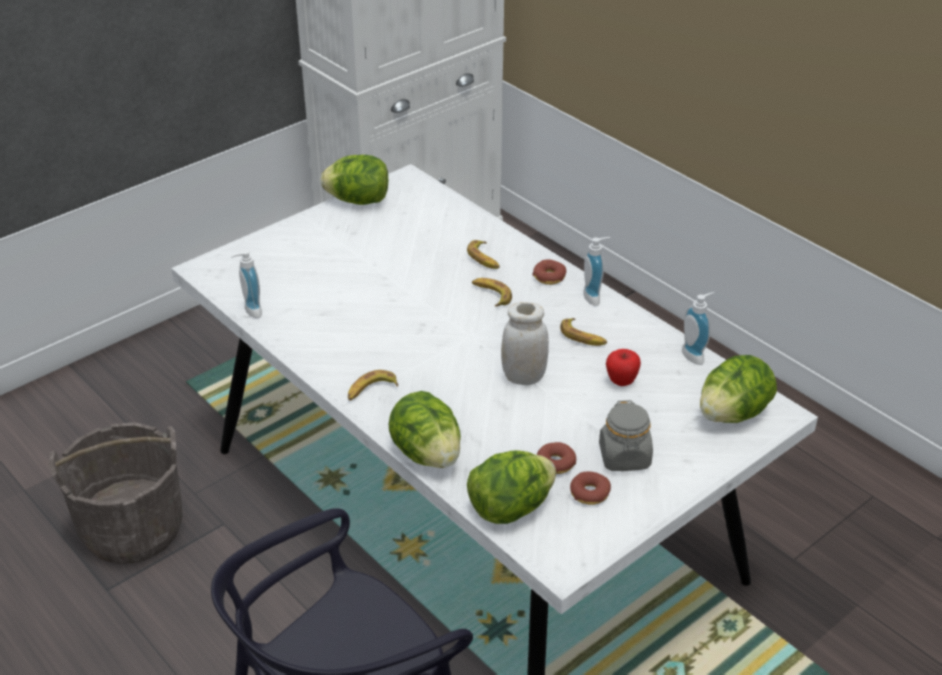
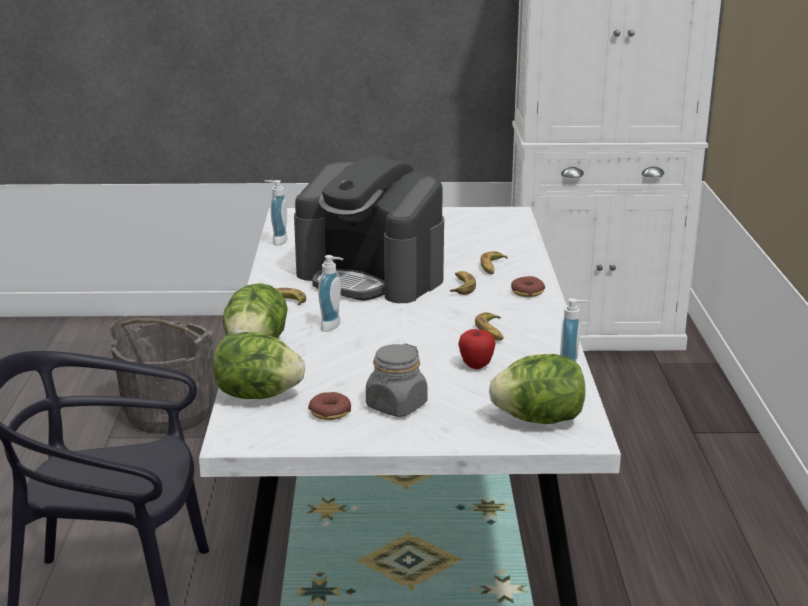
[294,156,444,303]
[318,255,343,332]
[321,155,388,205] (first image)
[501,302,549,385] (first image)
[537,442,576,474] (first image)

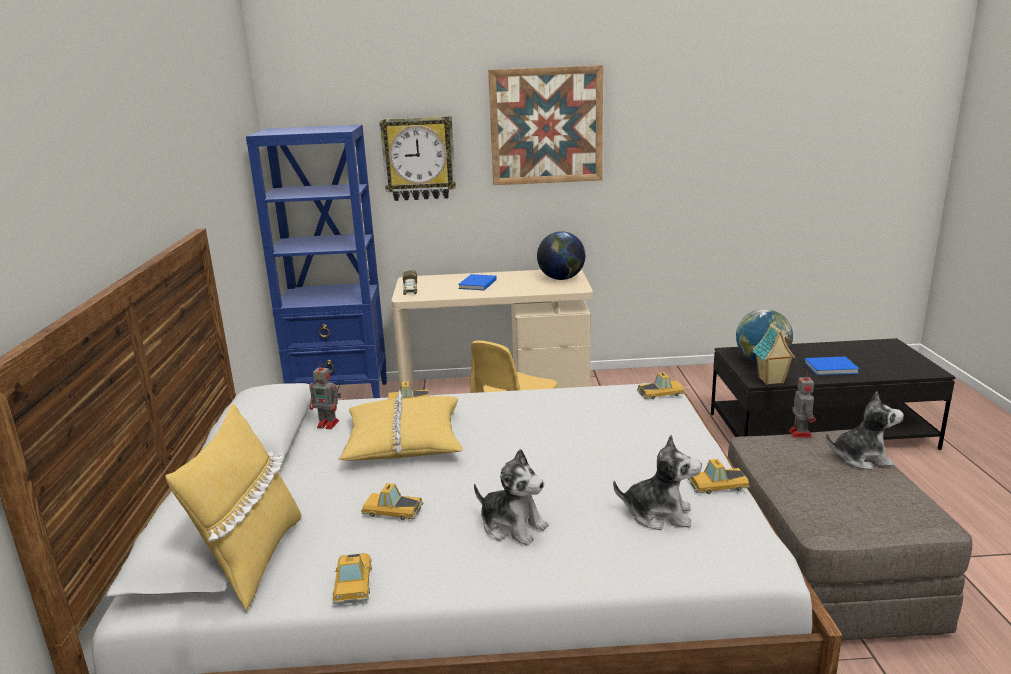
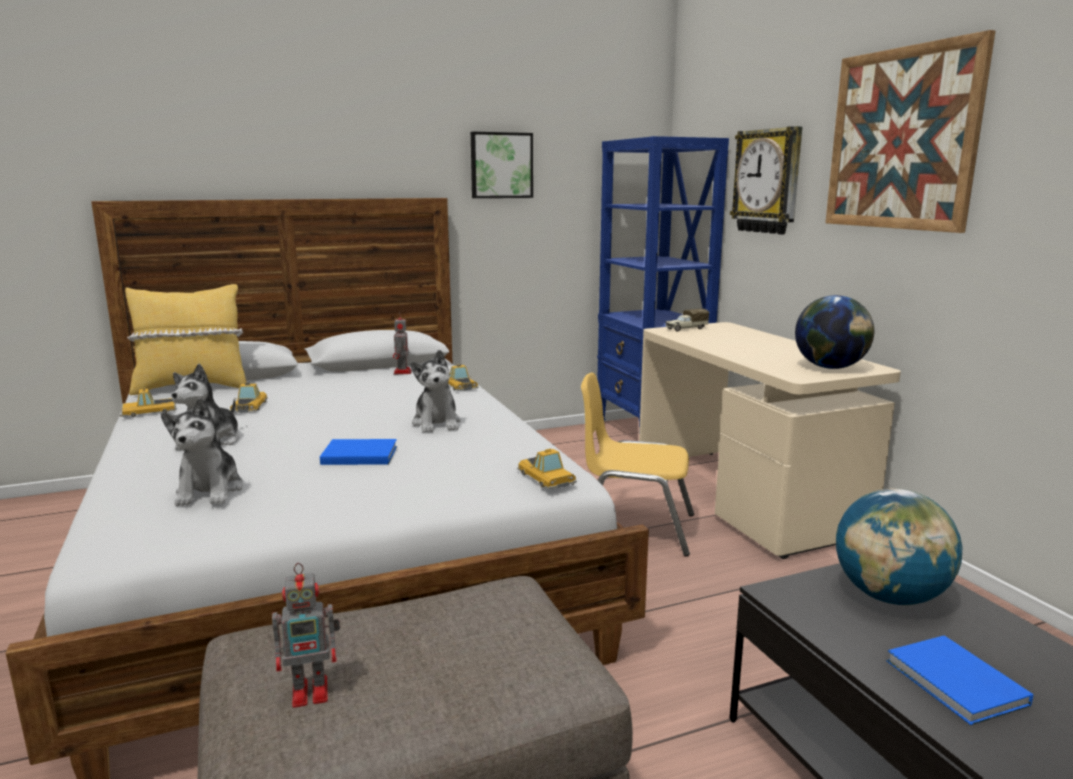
[272,563,340,708]
[320,439,397,465]
[410,350,461,433]
[471,132,533,198]
[339,390,462,461] (first image)
[688,459,750,494] (first image)
[752,324,795,385] (first image)

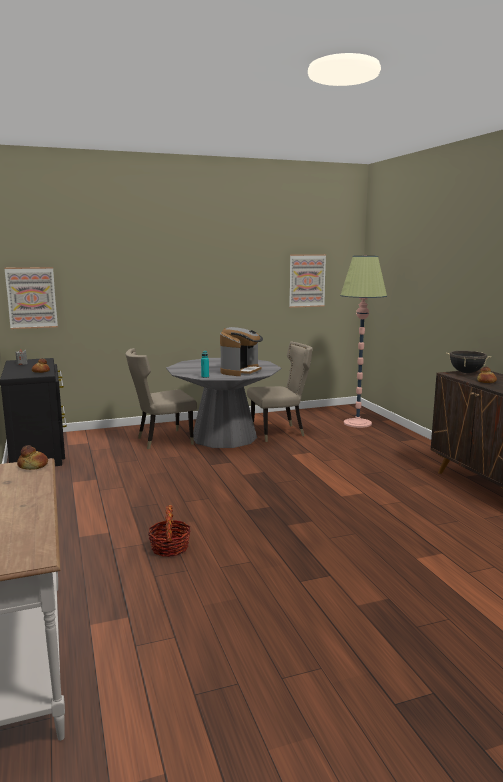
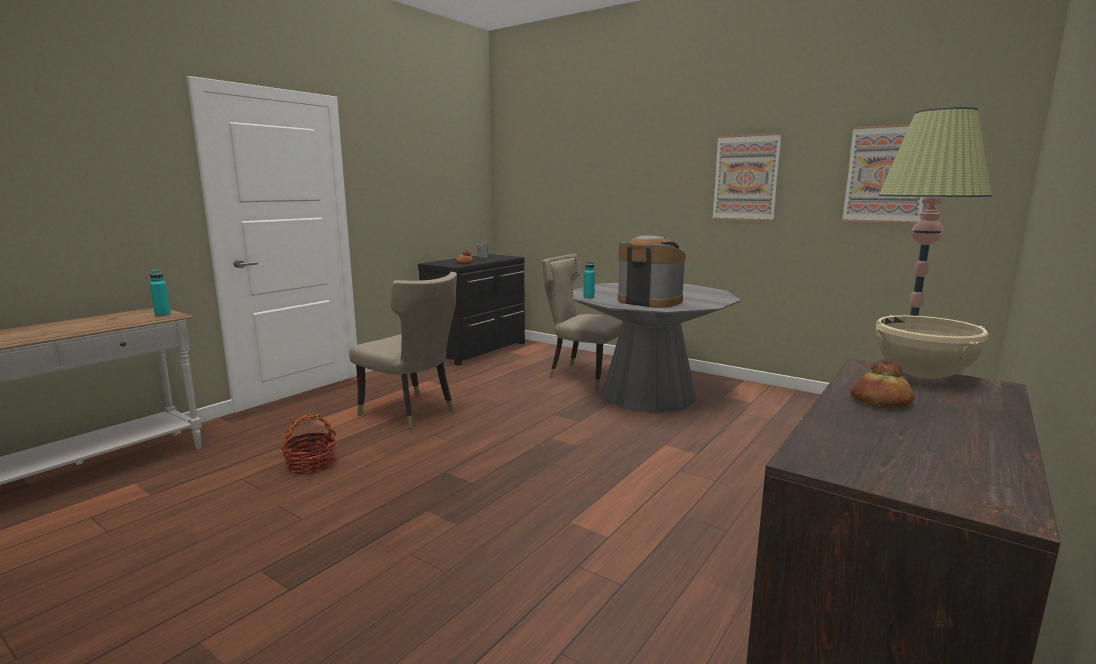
[150,270,171,317]
[349,272,457,429]
[618,236,686,308]
[712,133,782,221]
[874,315,989,379]

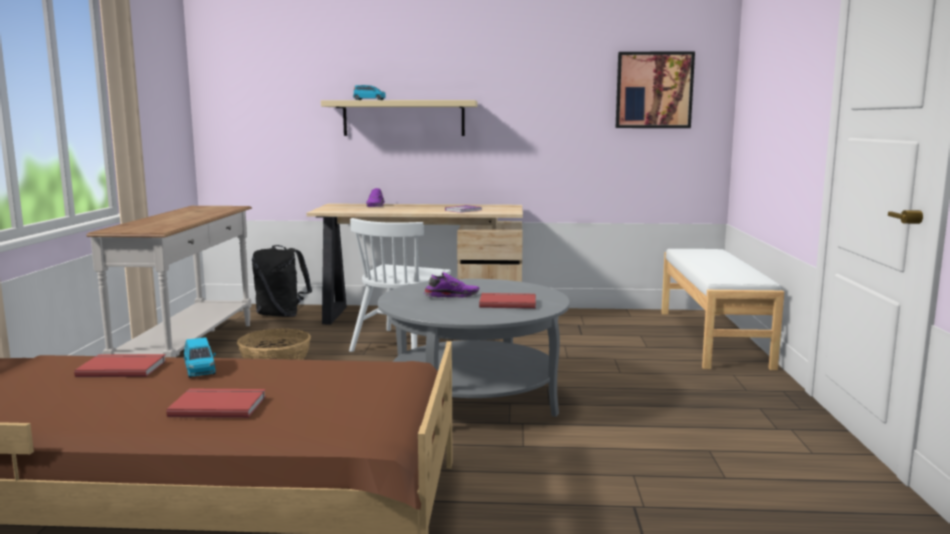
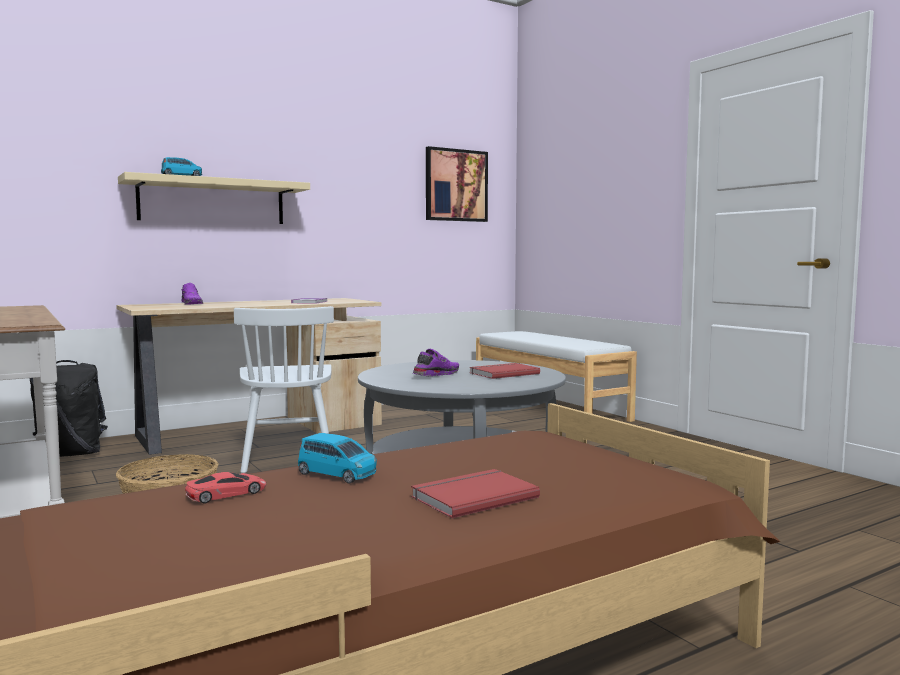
[185,472,266,504]

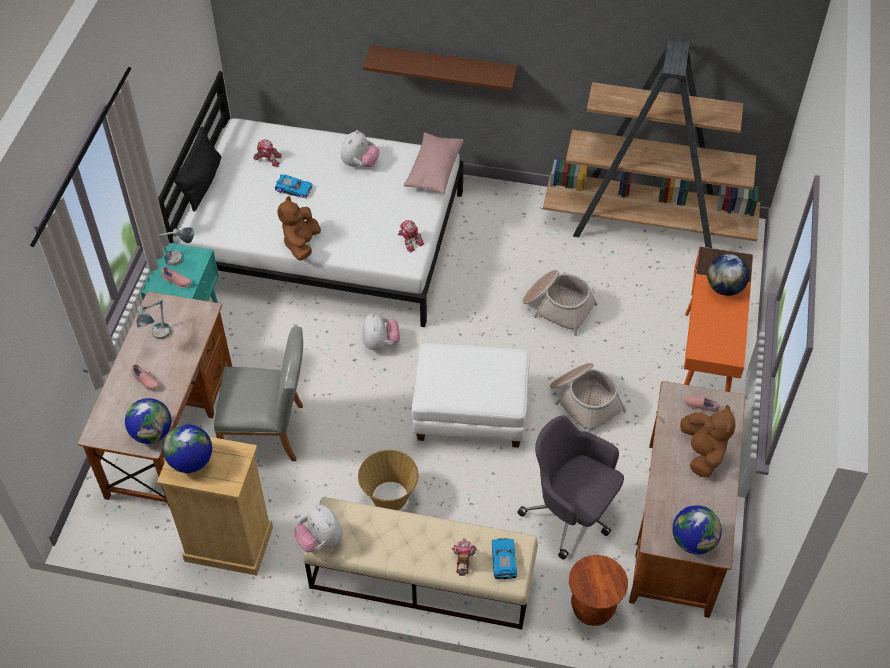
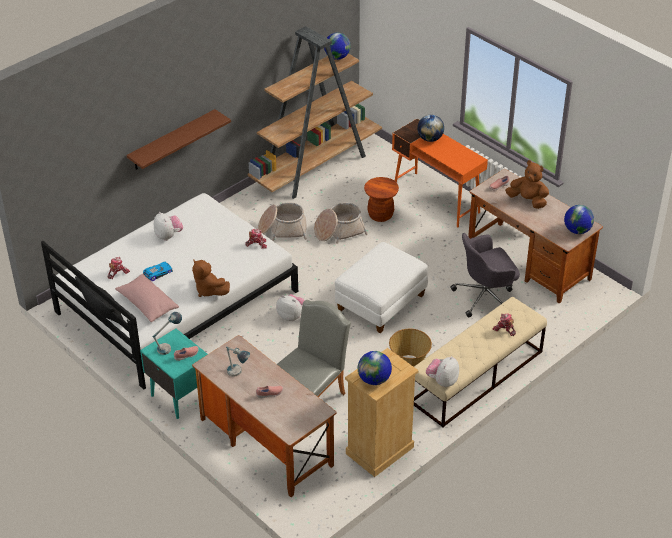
[115,274,179,322]
[258,202,307,241]
[324,33,351,60]
[364,177,399,222]
[426,356,459,387]
[491,538,517,579] (first image)

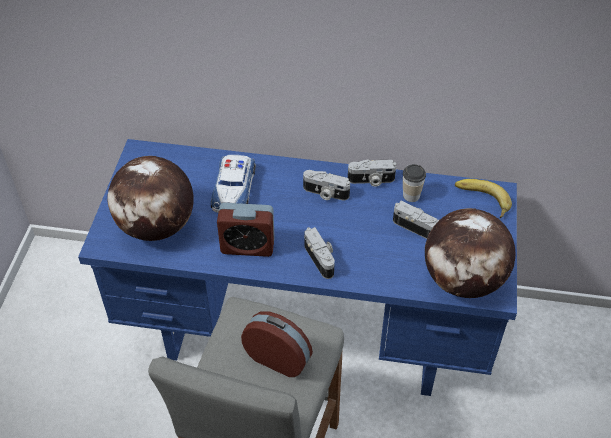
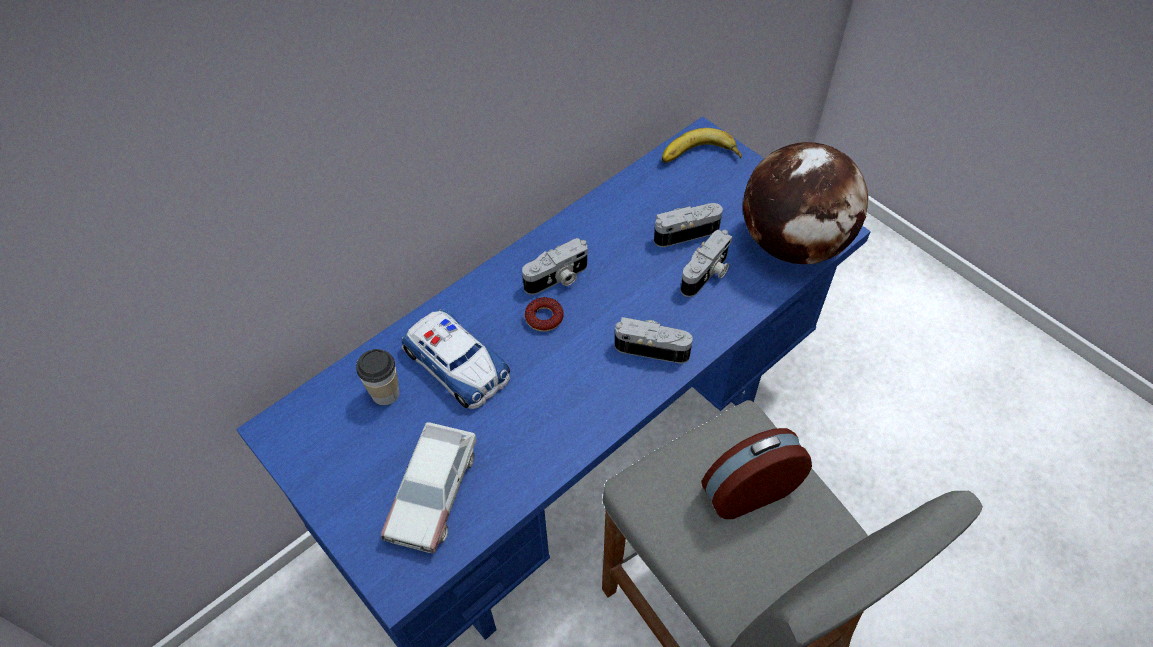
[356,349,400,405]
[381,423,477,553]
[525,297,564,332]
[681,229,732,297]
[217,203,275,257] (first image)

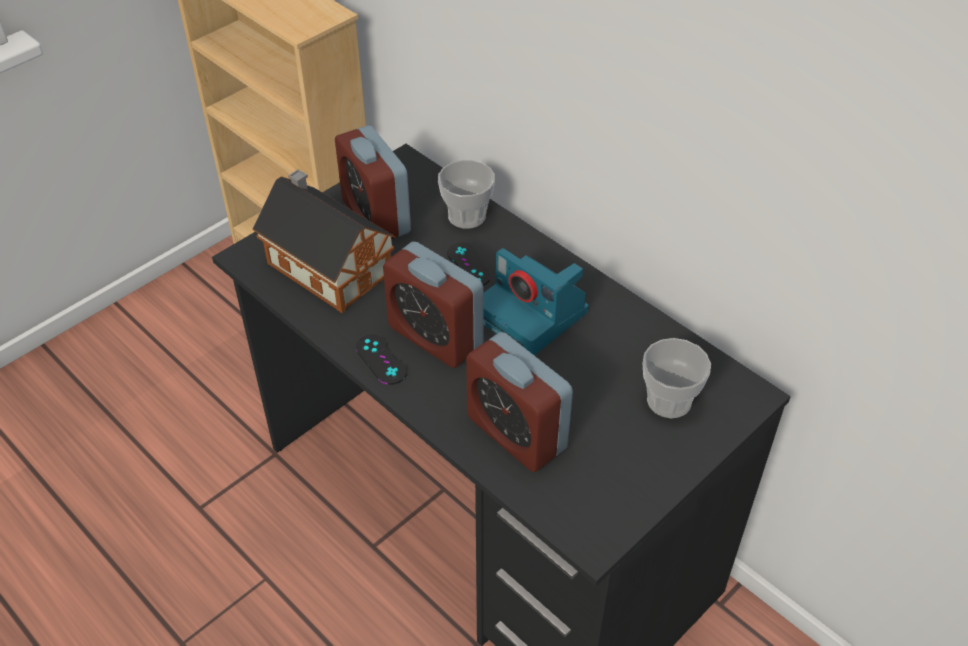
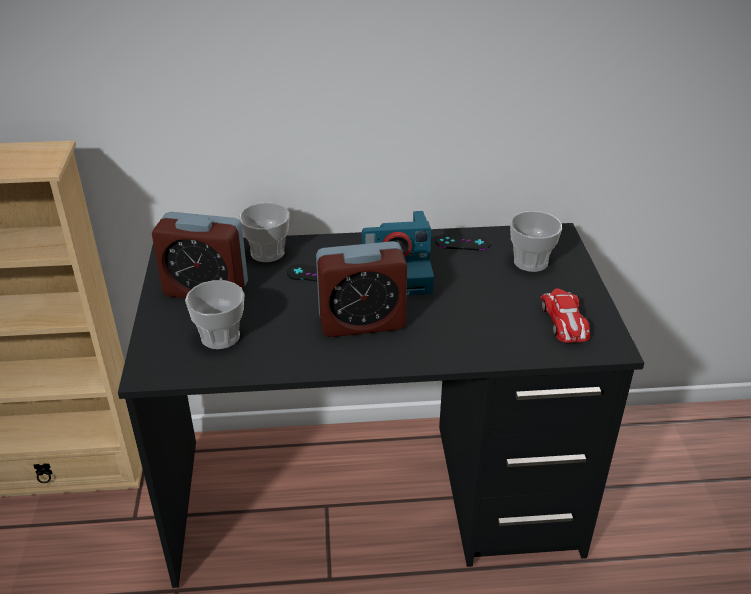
[185,280,244,349]
[435,234,491,250]
[541,288,590,343]
[466,332,573,472] (first image)

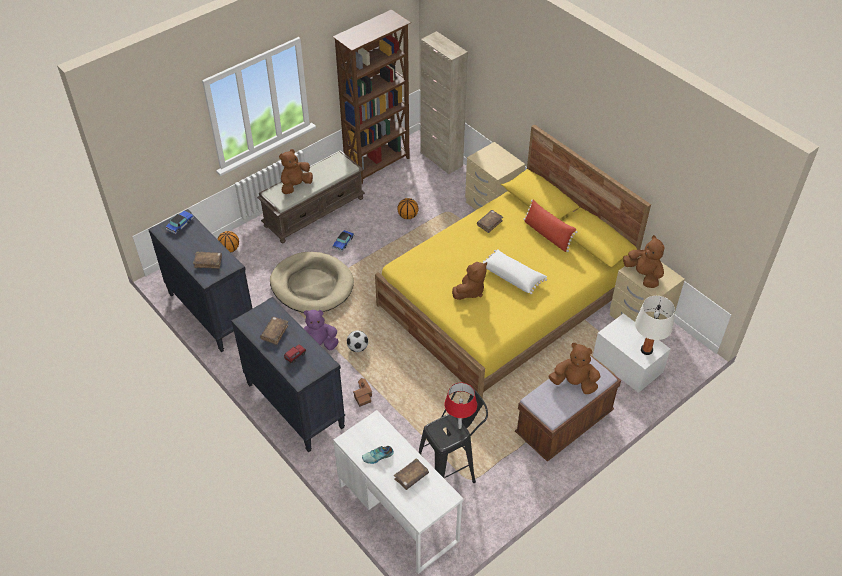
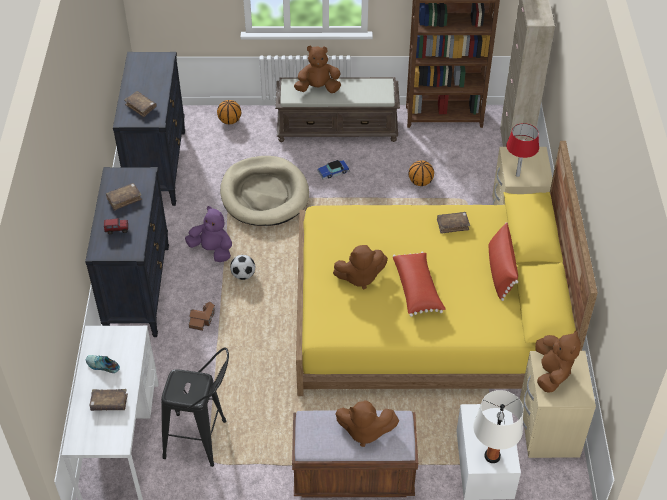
[335,400,399,447]
[393,252,446,317]
[506,123,539,177]
[166,211,194,234] (first image)

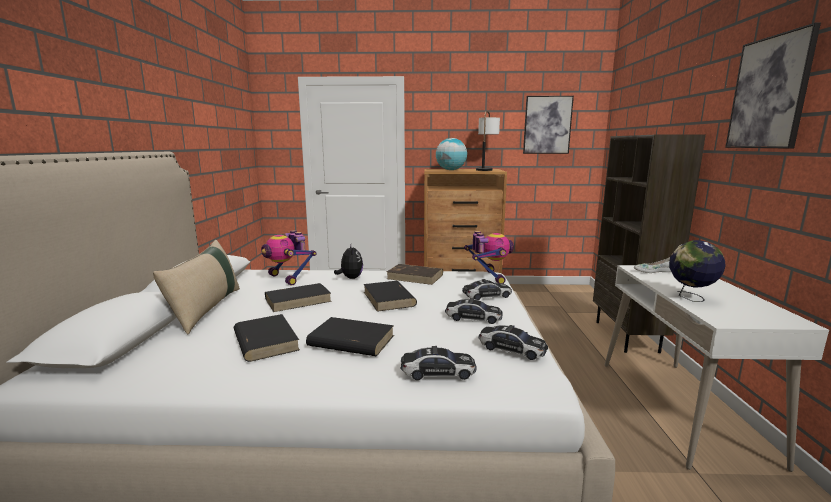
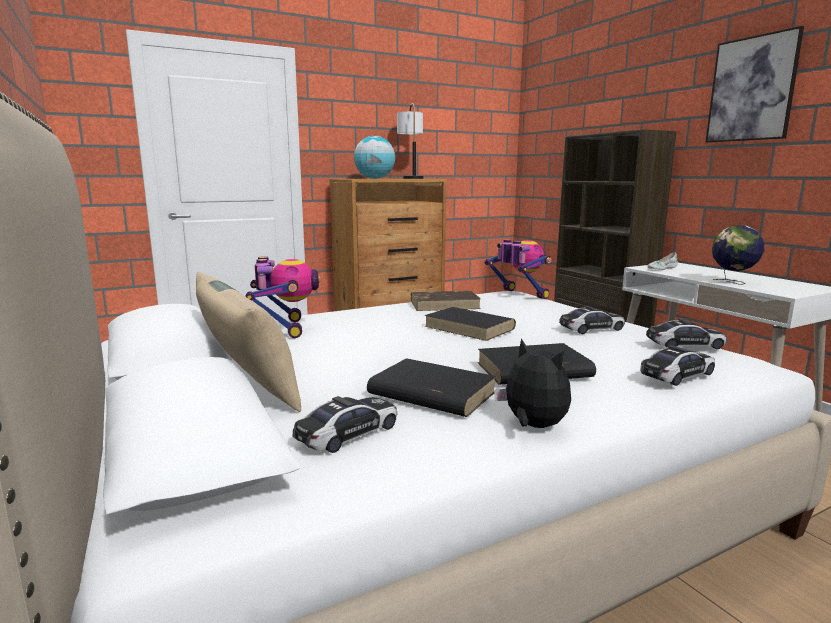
[245,256,321,338]
[293,396,397,453]
[494,338,571,428]
[265,283,332,312] (first image)
[523,96,574,154] (first image)

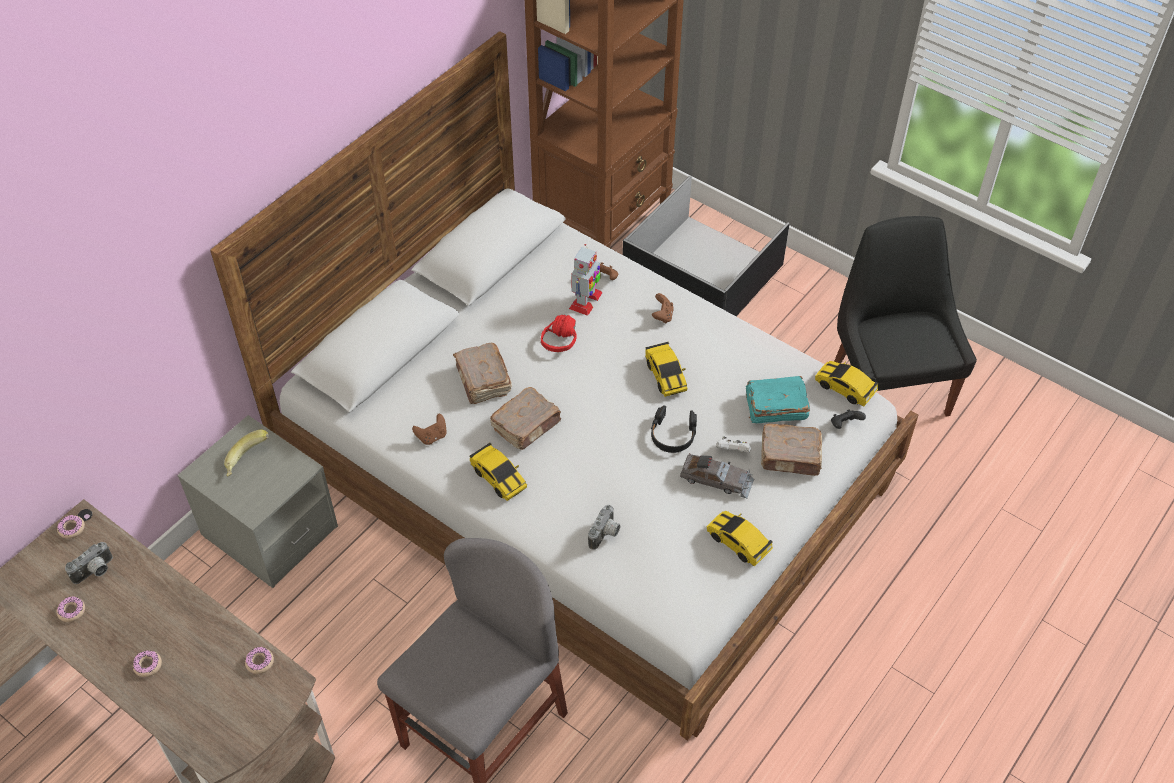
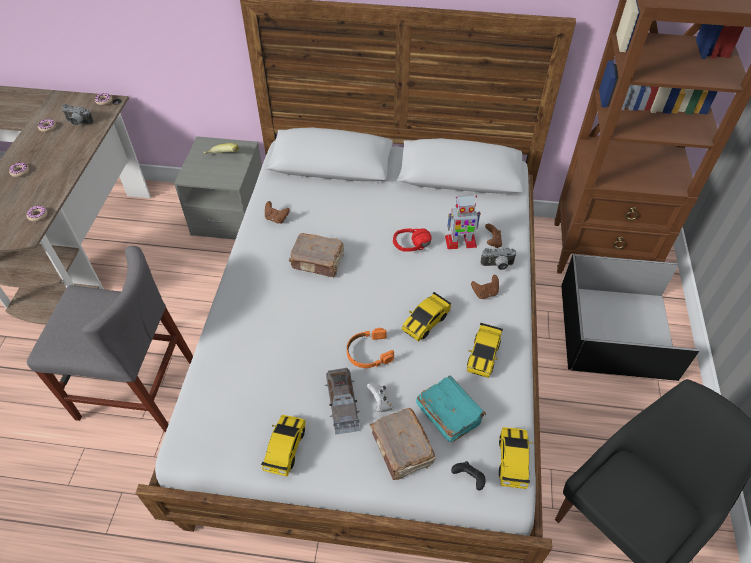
[347,328,394,368]
[467,323,503,378]
[480,248,517,270]
[453,343,512,404] (first image)

